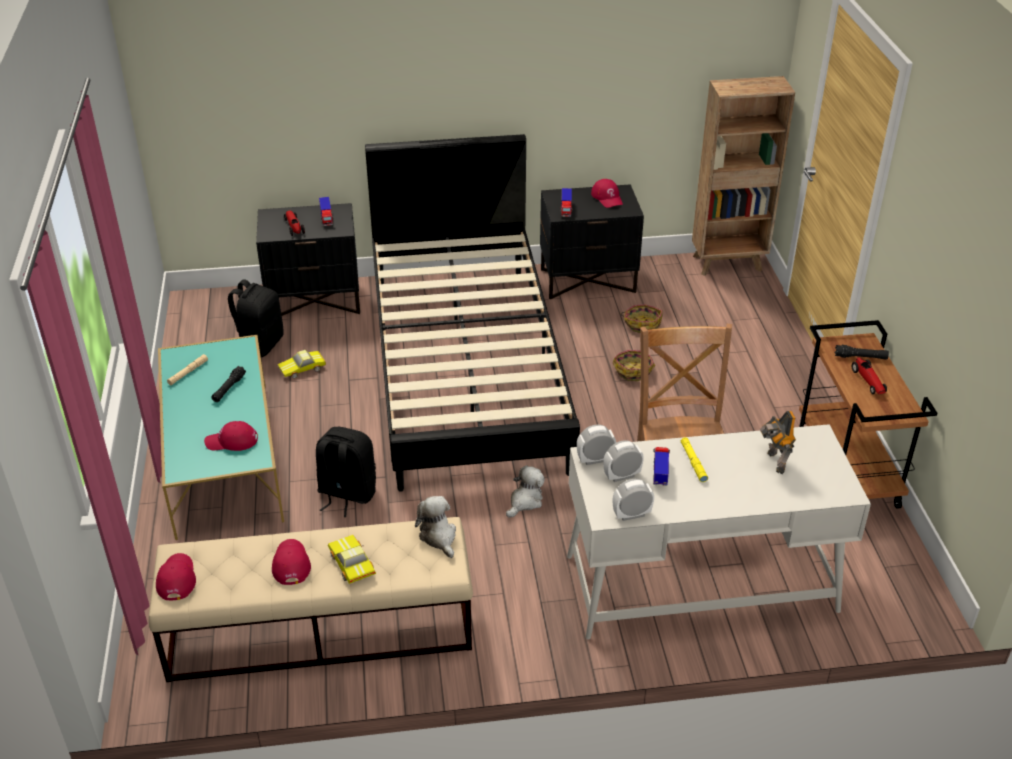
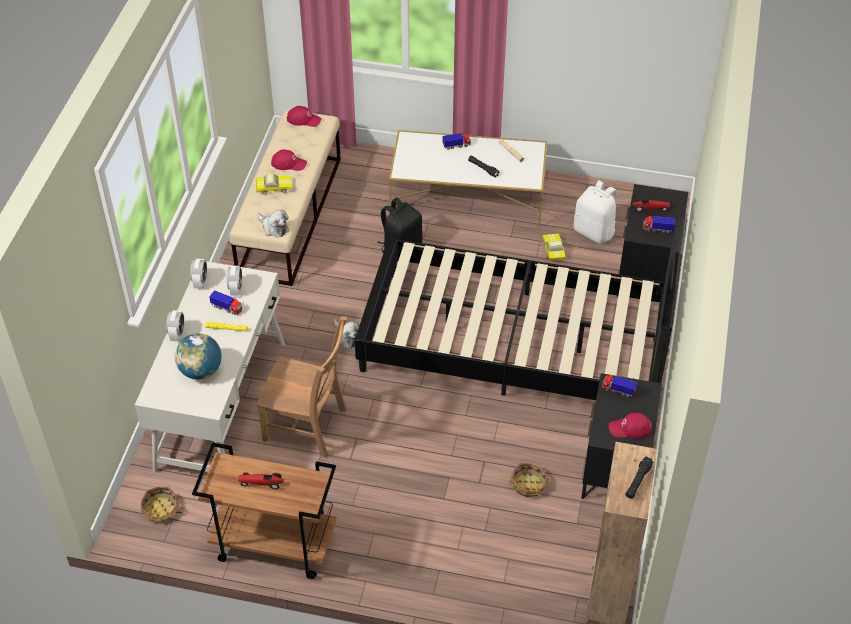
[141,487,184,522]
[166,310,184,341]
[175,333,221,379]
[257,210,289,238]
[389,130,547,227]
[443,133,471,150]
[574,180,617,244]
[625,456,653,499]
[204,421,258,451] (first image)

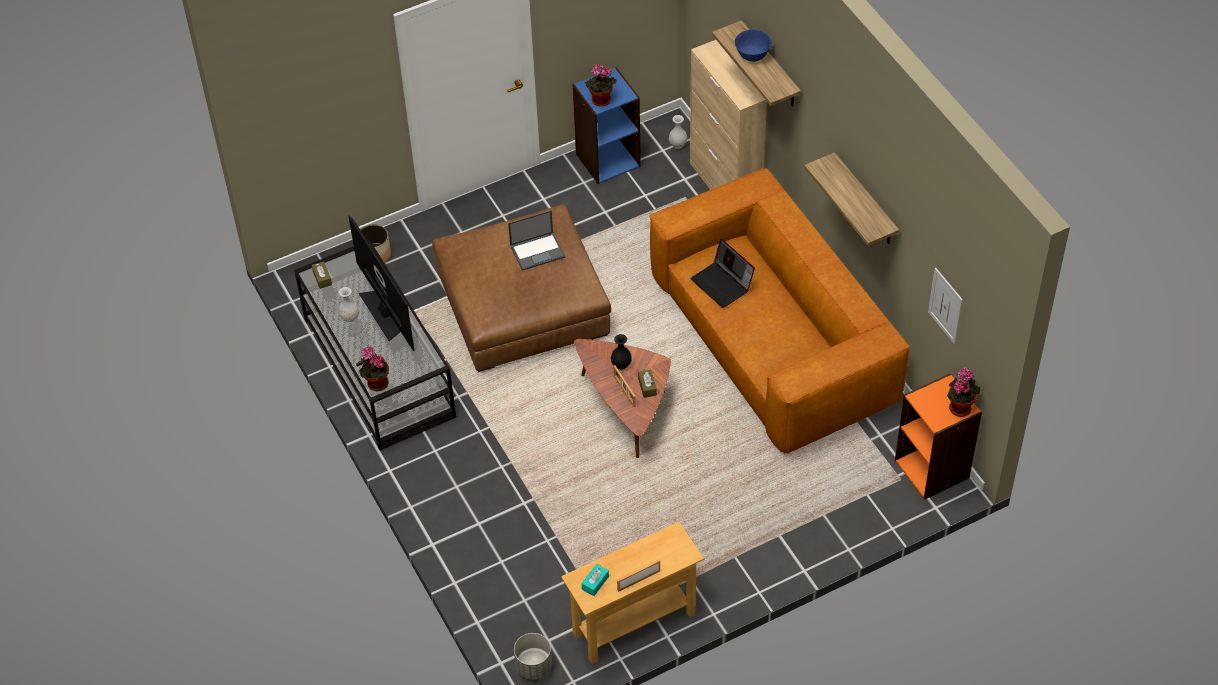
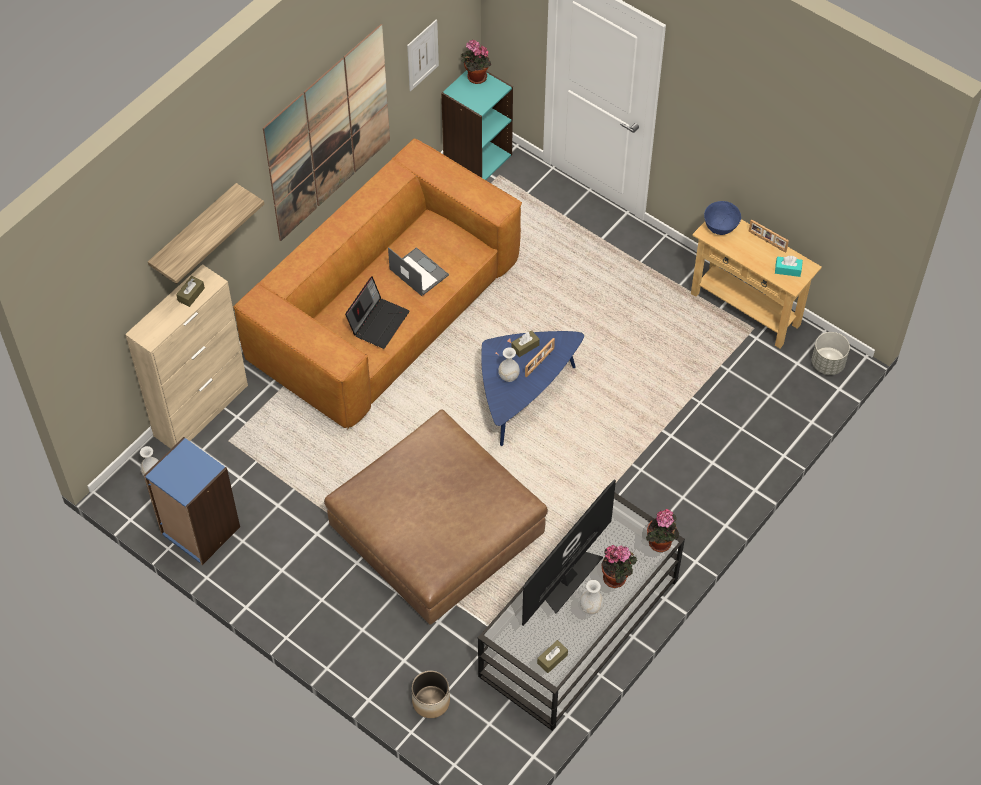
[176,276,205,307]
[263,24,390,241]
[388,247,449,296]
[441,70,513,180]
[481,331,584,446]
[498,347,520,382]
[602,545,637,588]
[704,201,741,235]

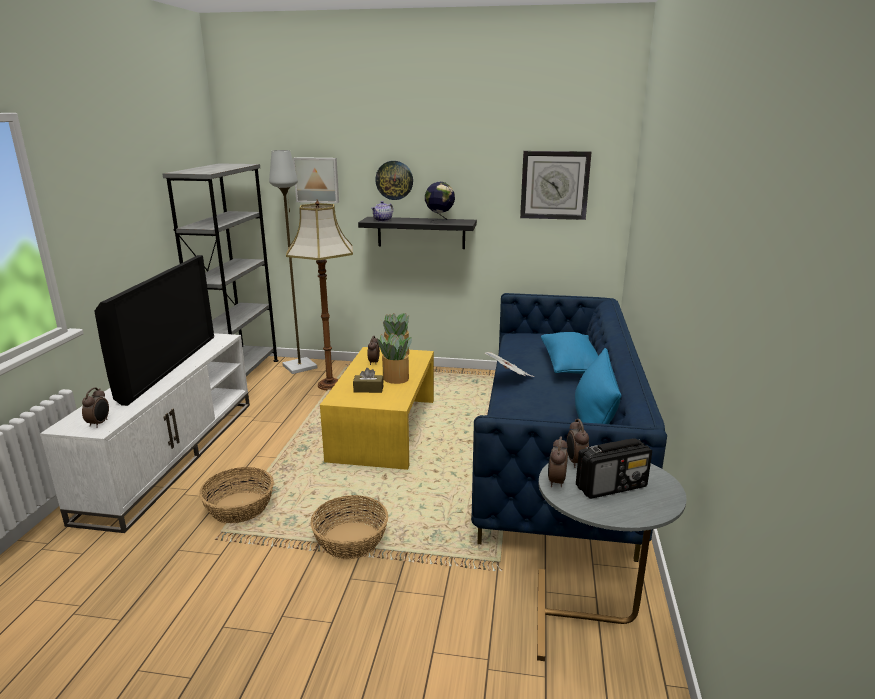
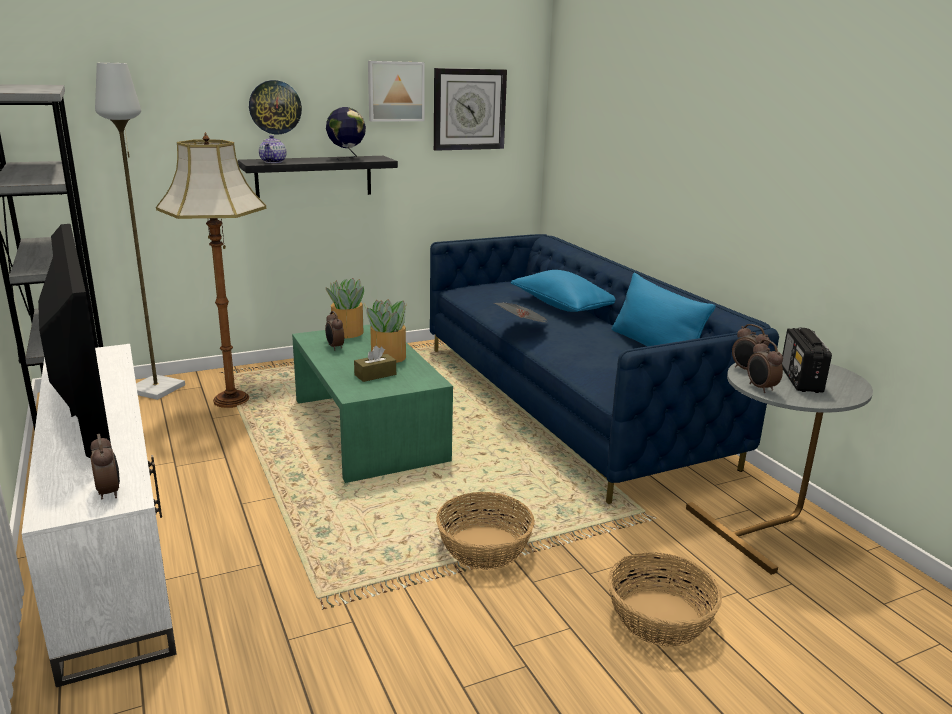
[292,325,453,483]
[368,61,425,122]
[608,552,722,647]
[782,328,832,393]

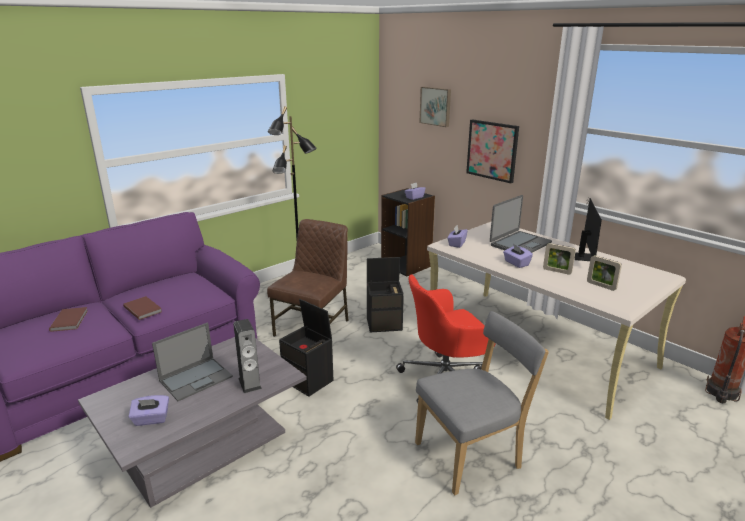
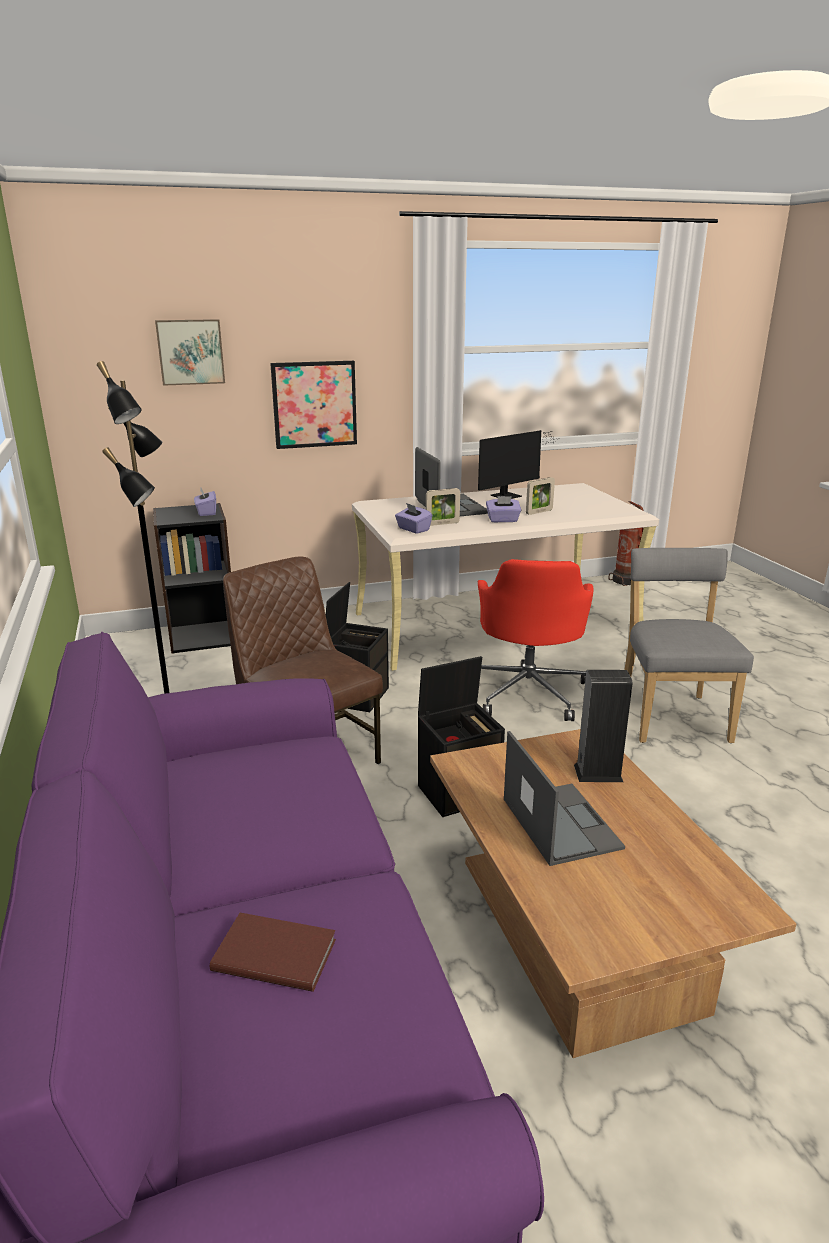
[426,488,460,526]
[430,729,796,1058]
[478,430,552,499]
[123,296,162,320] (first image)
[129,395,169,426] (first image)

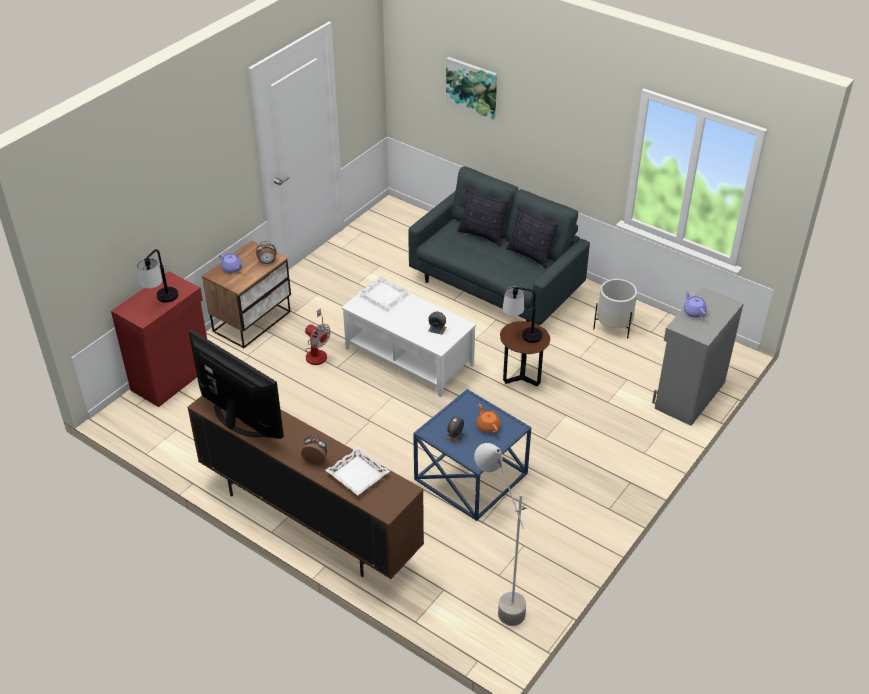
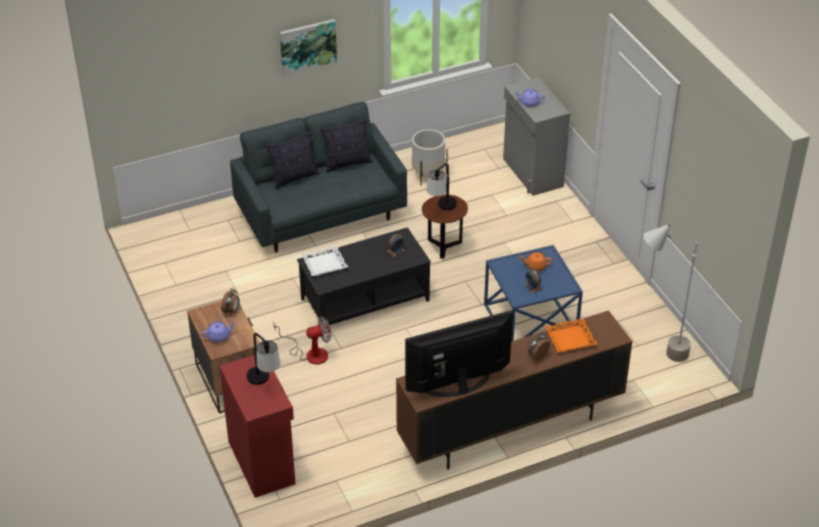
[280,19,337,76]
[297,227,431,333]
[545,318,597,352]

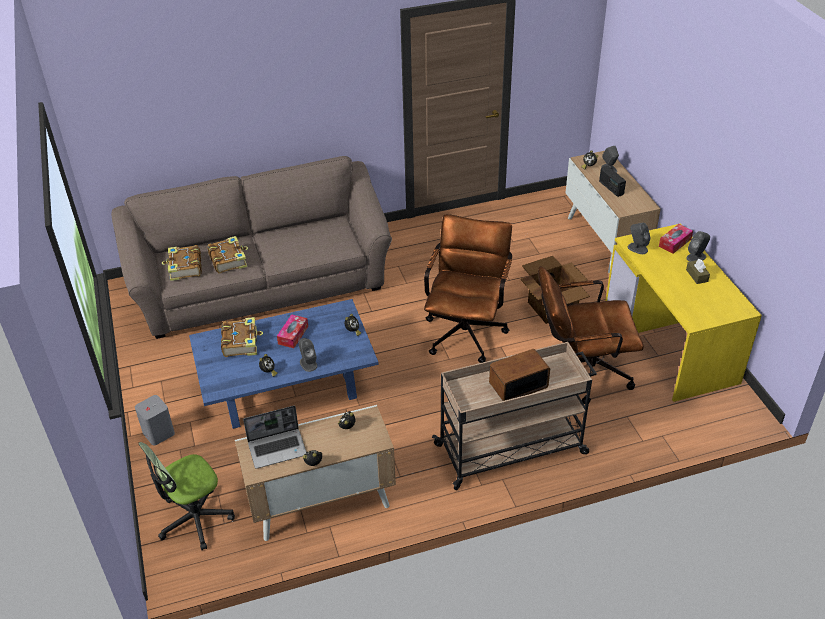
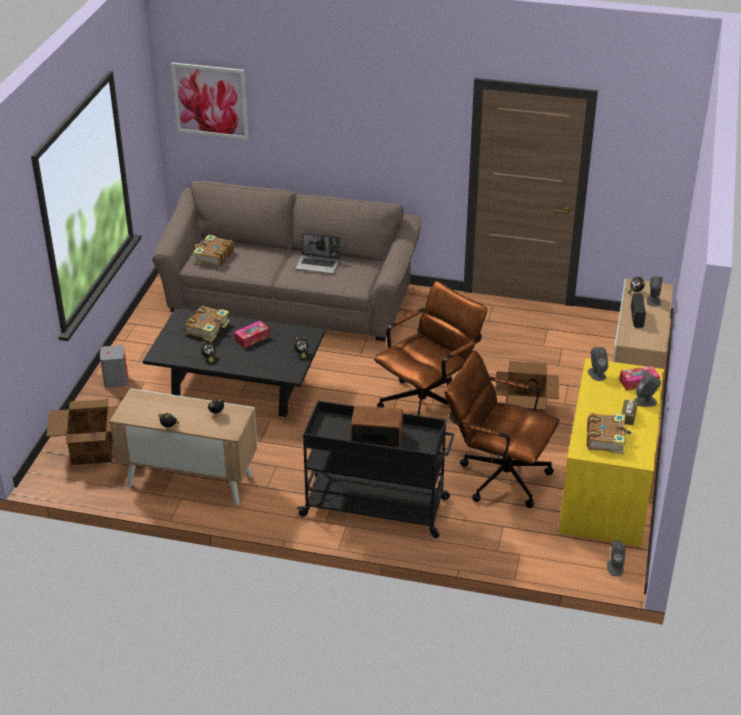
[47,399,119,465]
[143,308,325,417]
[171,62,249,140]
[296,232,340,274]
[297,401,454,538]
[587,413,633,454]
[607,540,626,576]

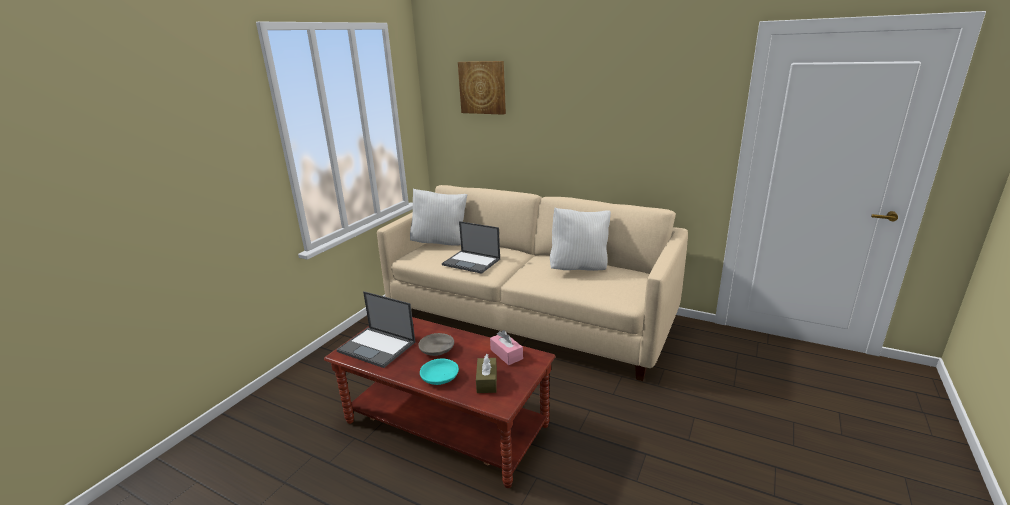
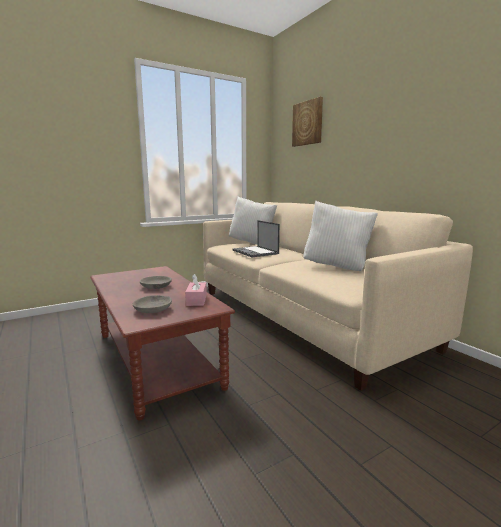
[133,295,172,313]
[336,291,415,368] (first image)
[420,358,459,385] (first image)

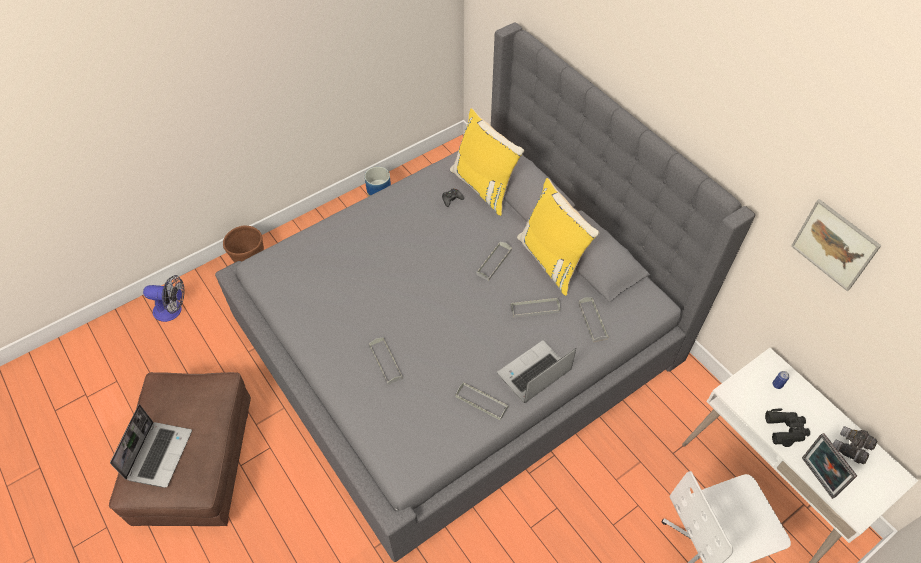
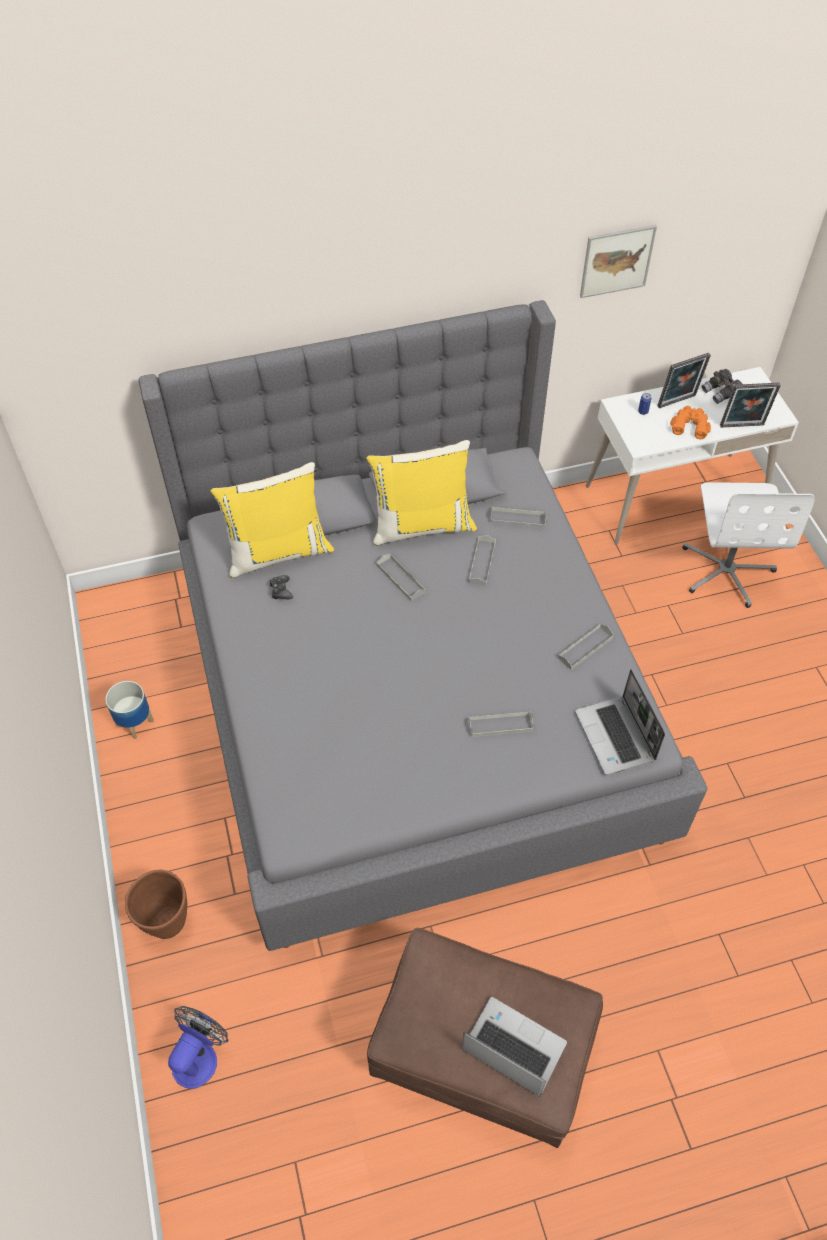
[575,669,665,775]
[657,353,711,408]
[670,406,711,439]

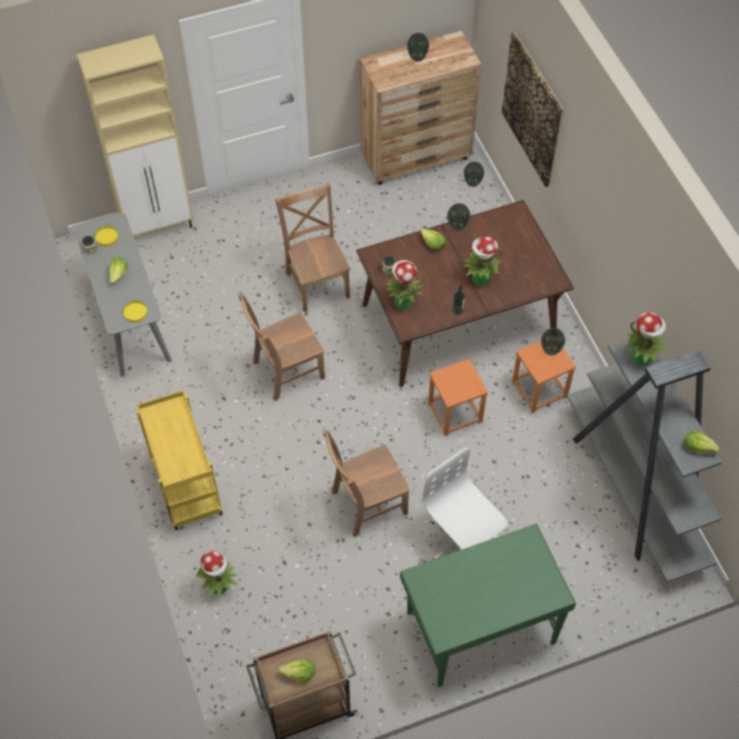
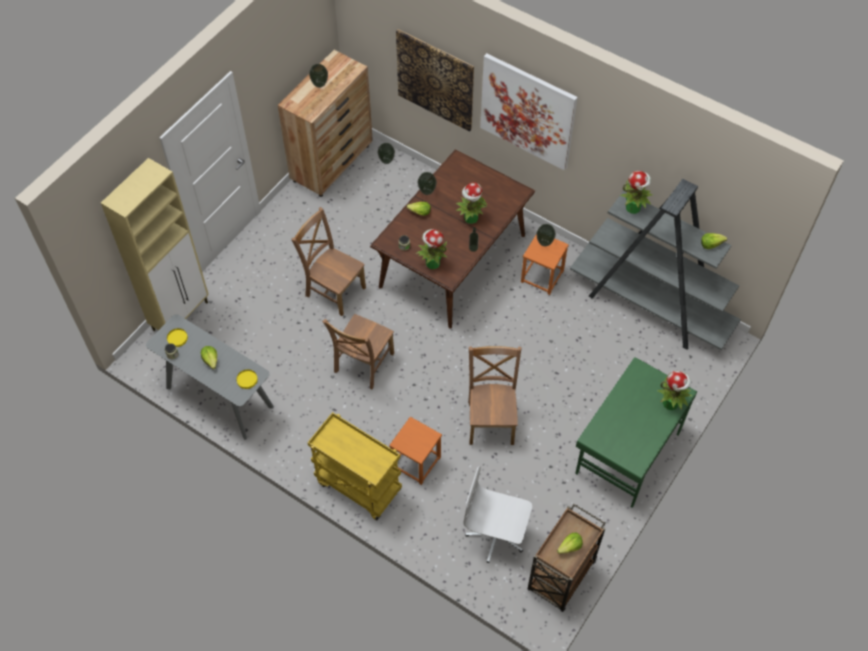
[389,417,442,485]
[464,466,532,563]
[468,346,522,445]
[480,53,577,170]
[657,371,692,410]

